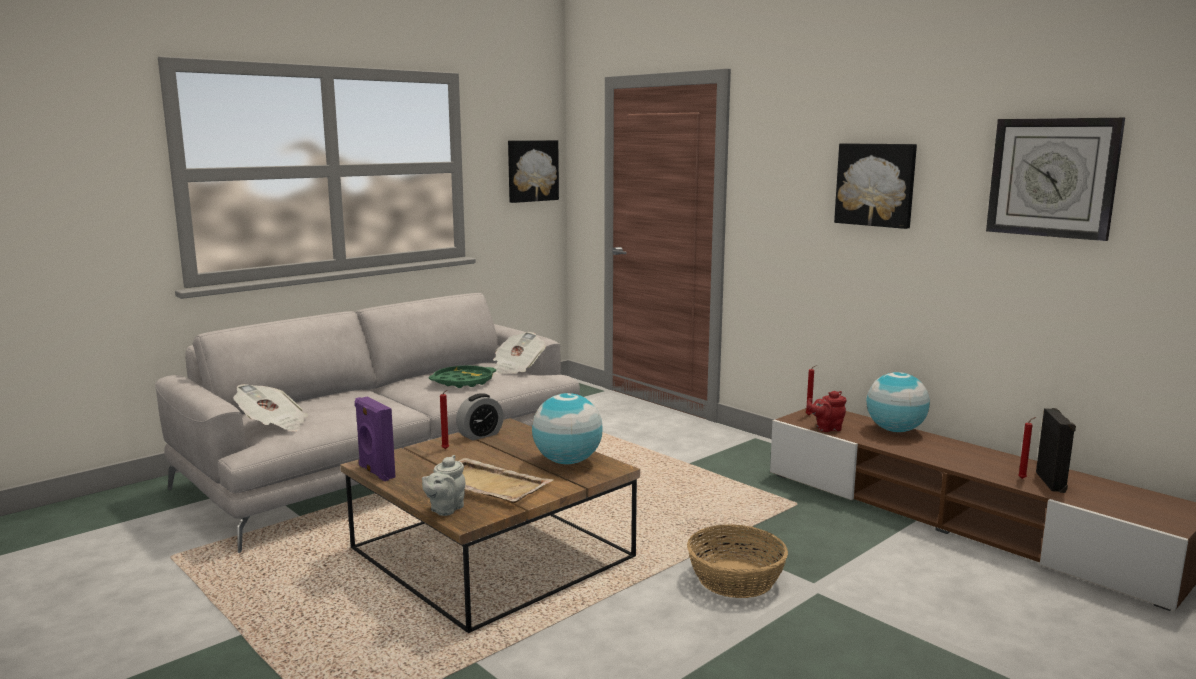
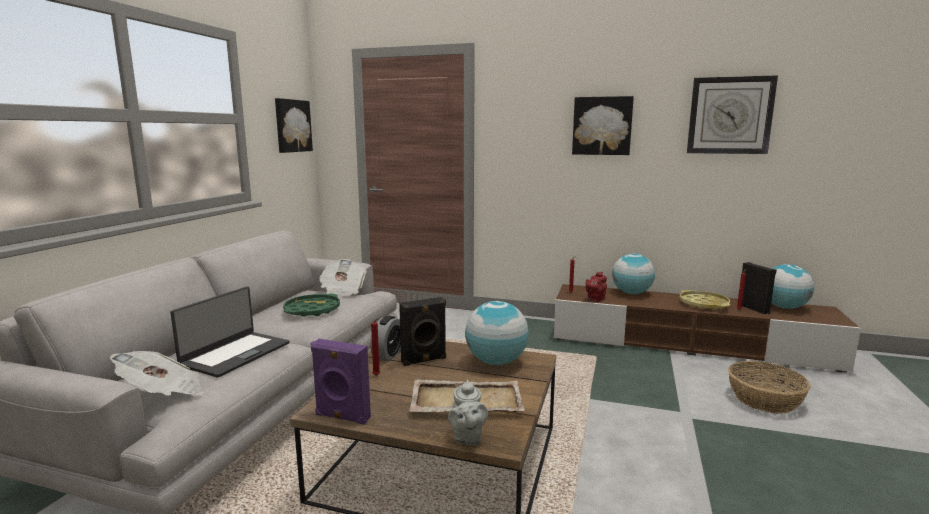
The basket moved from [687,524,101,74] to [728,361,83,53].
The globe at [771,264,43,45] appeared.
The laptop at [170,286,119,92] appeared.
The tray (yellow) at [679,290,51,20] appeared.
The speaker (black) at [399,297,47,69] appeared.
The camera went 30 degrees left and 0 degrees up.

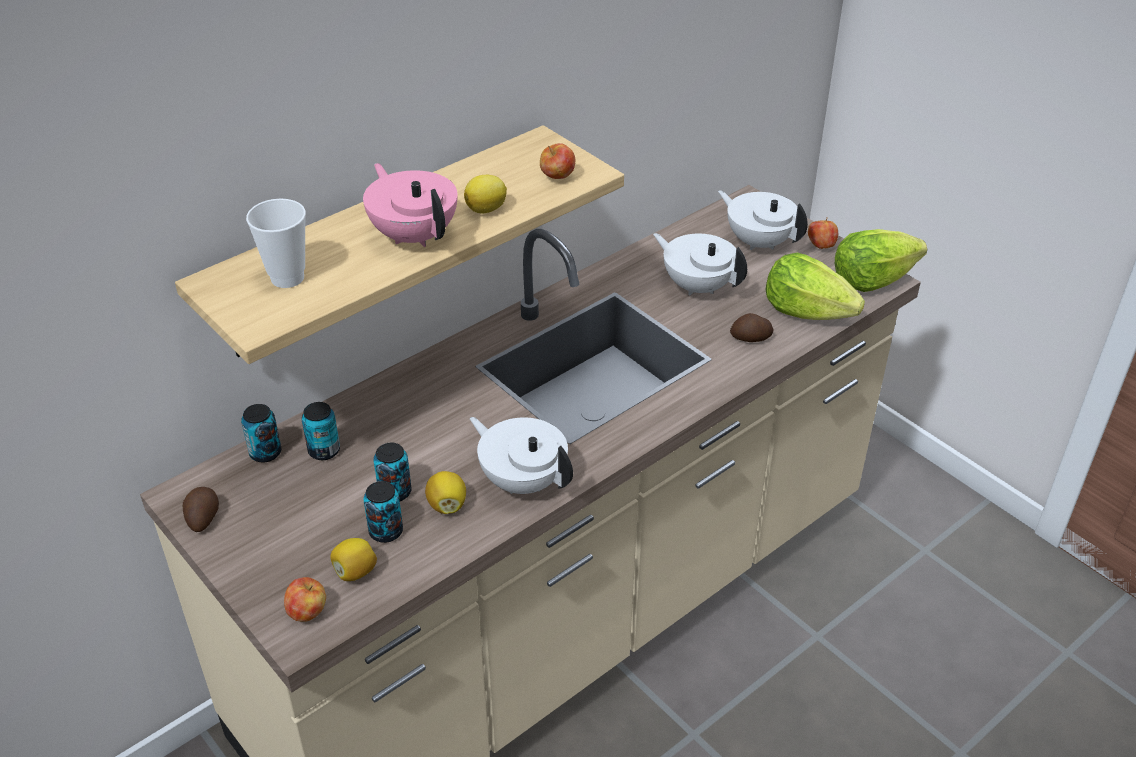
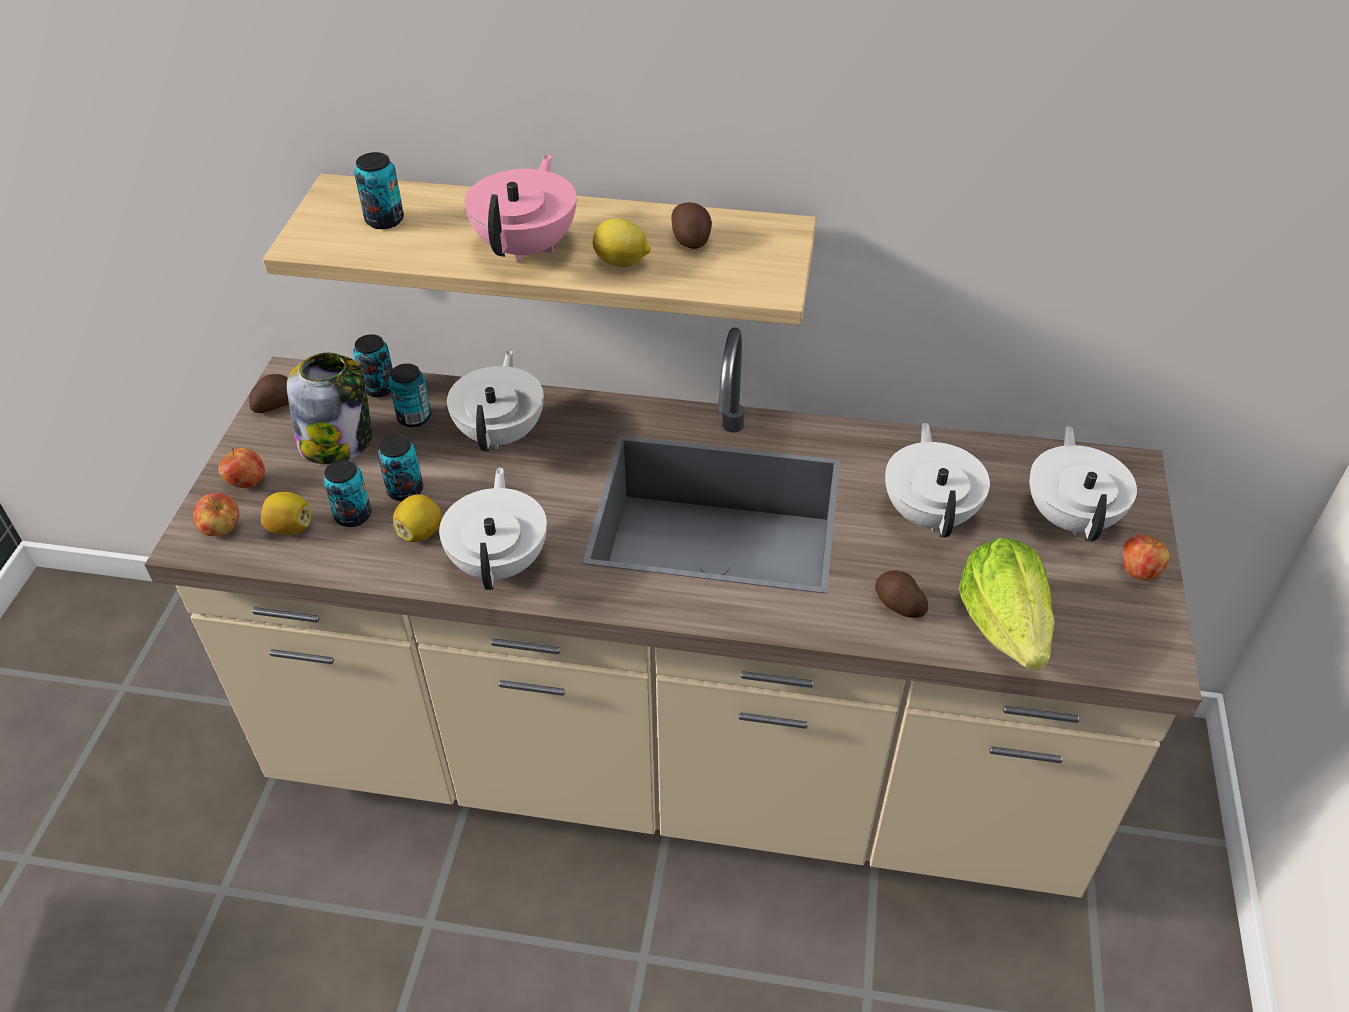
The apple moved from [540,143,35,36] to [219,448,46,40].
The cup at [246,199,60,89] was replaced by the can at [354,152,50,77].
The lettuce at [835,229,92,63] disappeared.
The potato at [672,202,40,47] appeared.
The teapot (white) at [447,349,97,102] appeared.
The jar at [287,353,85,111] appeared.
The camera went 50 degrees right and 5 degrees up.

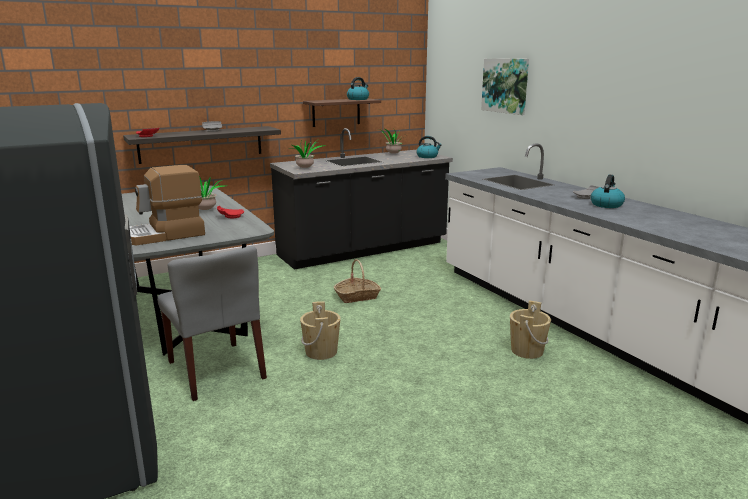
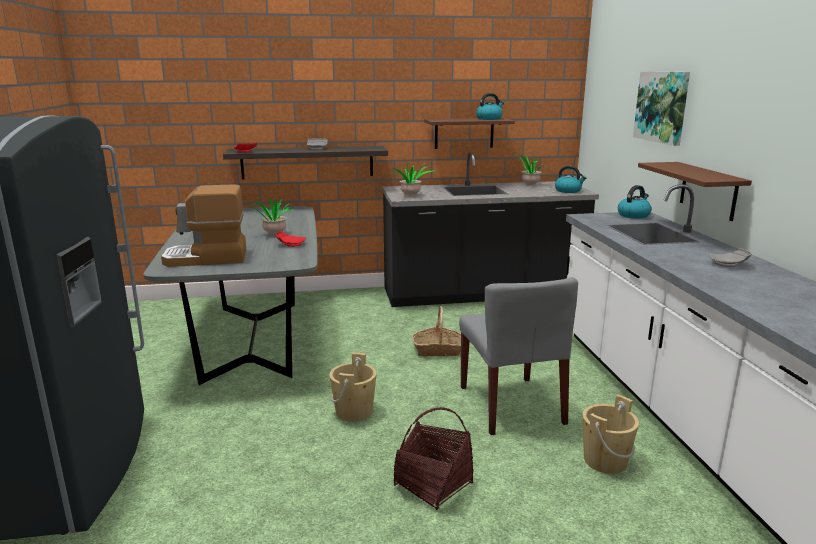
The kettle moved from [591,175,34,33] to [618,185,34,34].
The chair (grey) moved from [157,246,110,155] to [459,277,119,158].
The shelf (brown) at [638,162,114,59] appeared.
The basket at [394,407,80,103] appeared.
The camera went 20 degrees right and 0 degrees up.

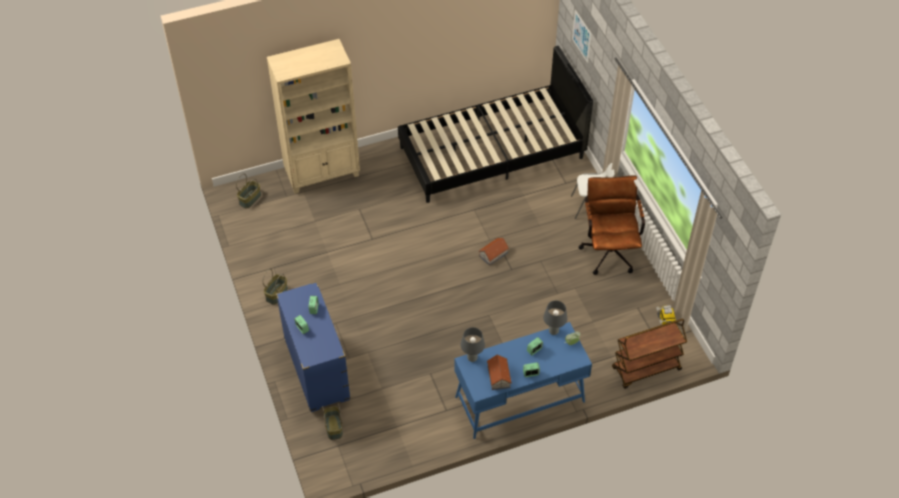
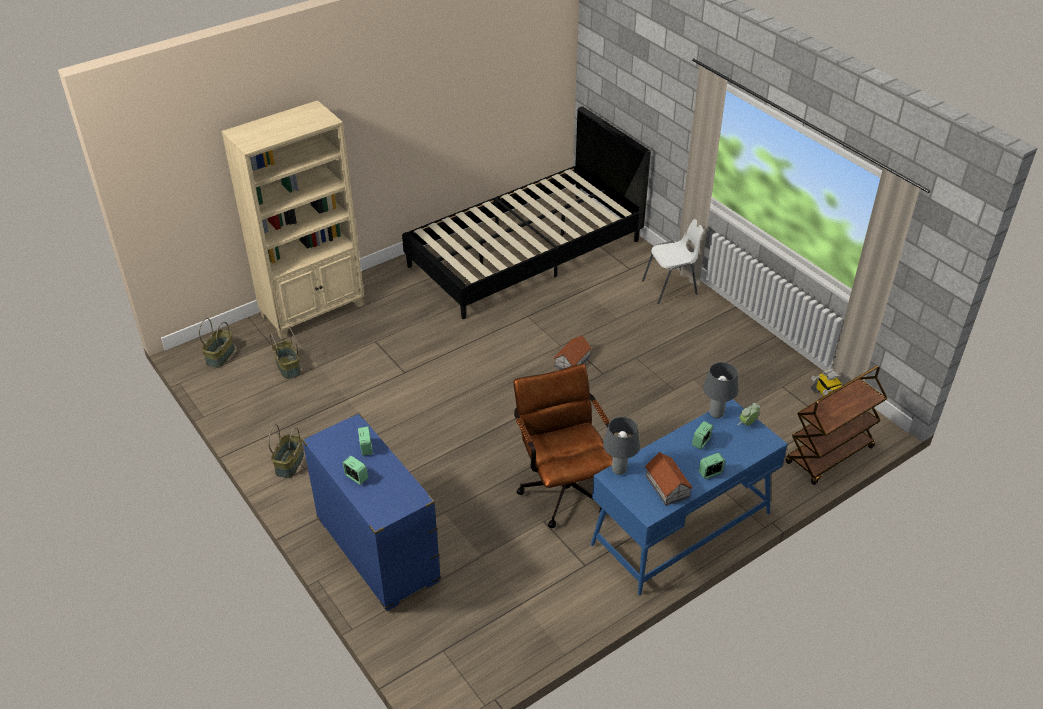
The picture at [572,10,19,53] disappeared.
The office chair (brown) moved from [578,176,67,99] to [513,364,101,164].
The basket moved from [322,403,21,37] to [270,328,31,51].
The camera went 15 degrees left and 10 degrees down.

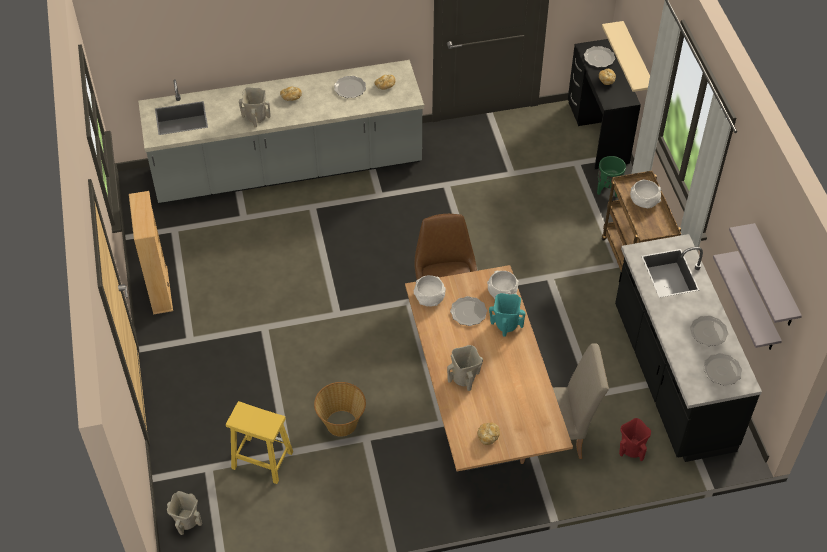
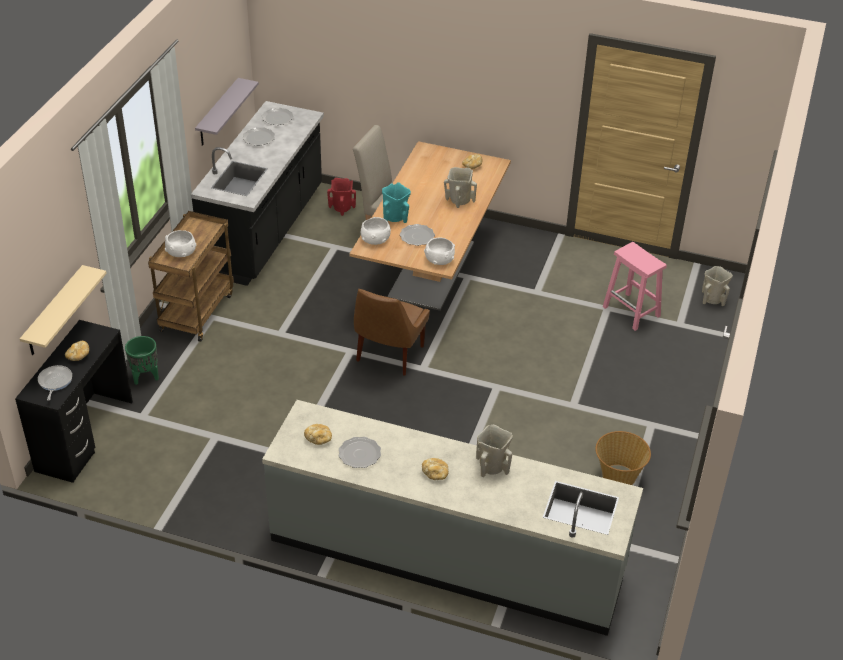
The plate at [584,46,31,21] was replaced by the frying pan at [38,365,34,36].
The bookcase (beige) at [129,191,44,124] disappeared.
The shelf (grey) at [729,223,73,103] disappeared.
The basket moved from [314,382,52,55] to [595,431,56,54].
The stool (yellow) at [226,401,67,83] became the stool (pink) at [603,242,64,89].
The camera went 150 degrees left and 10 degrees down.

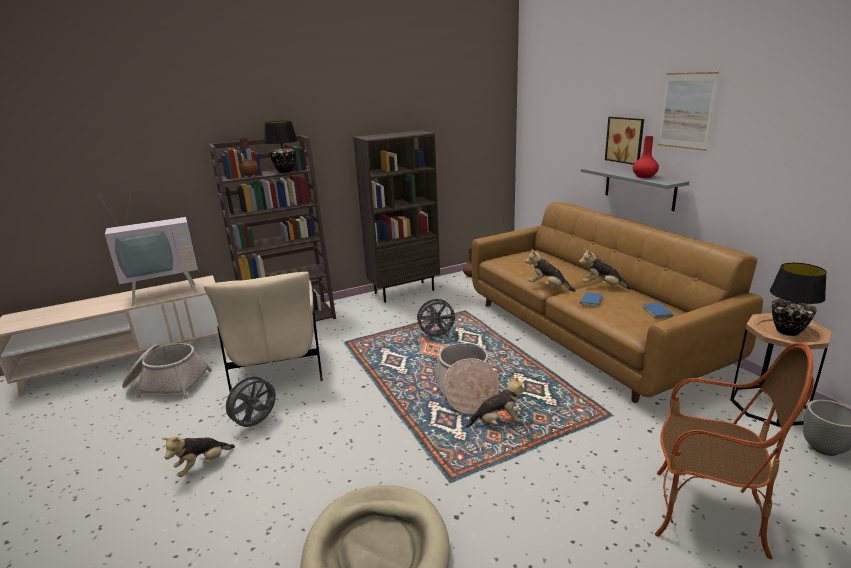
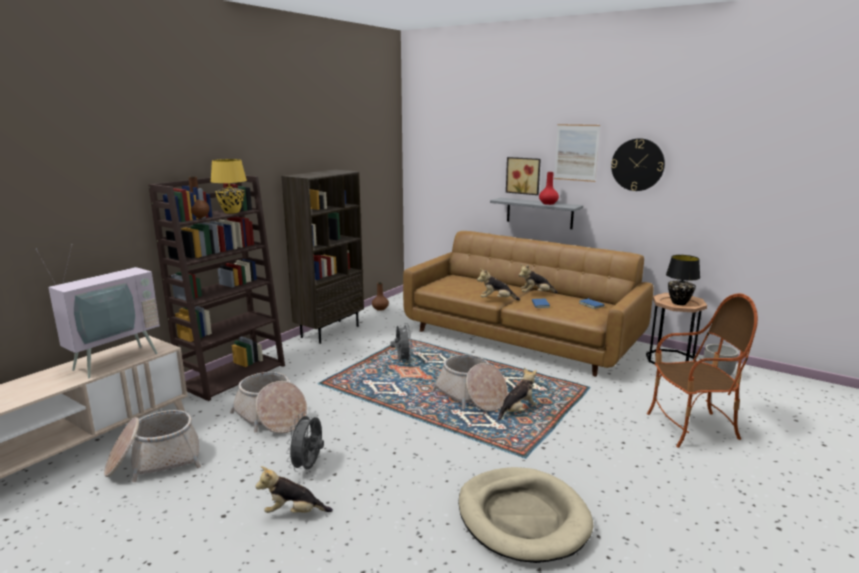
The table lamp (black) at [264,121,34,52] became the table lamp (yellow) at [210,159,37,55].
The armchair (beige) at [203,272,120,120] was replaced by the basket at [230,372,77,62].
The fan (grey) at [416,299,42,40] turned 60 degrees counterclockwise.
The plush toy at [162,437,73,40] turned 75 degrees clockwise.
The wall clock at [611,138,54,53] appeared.
The camera went 30 degrees left and 5 degrees down.

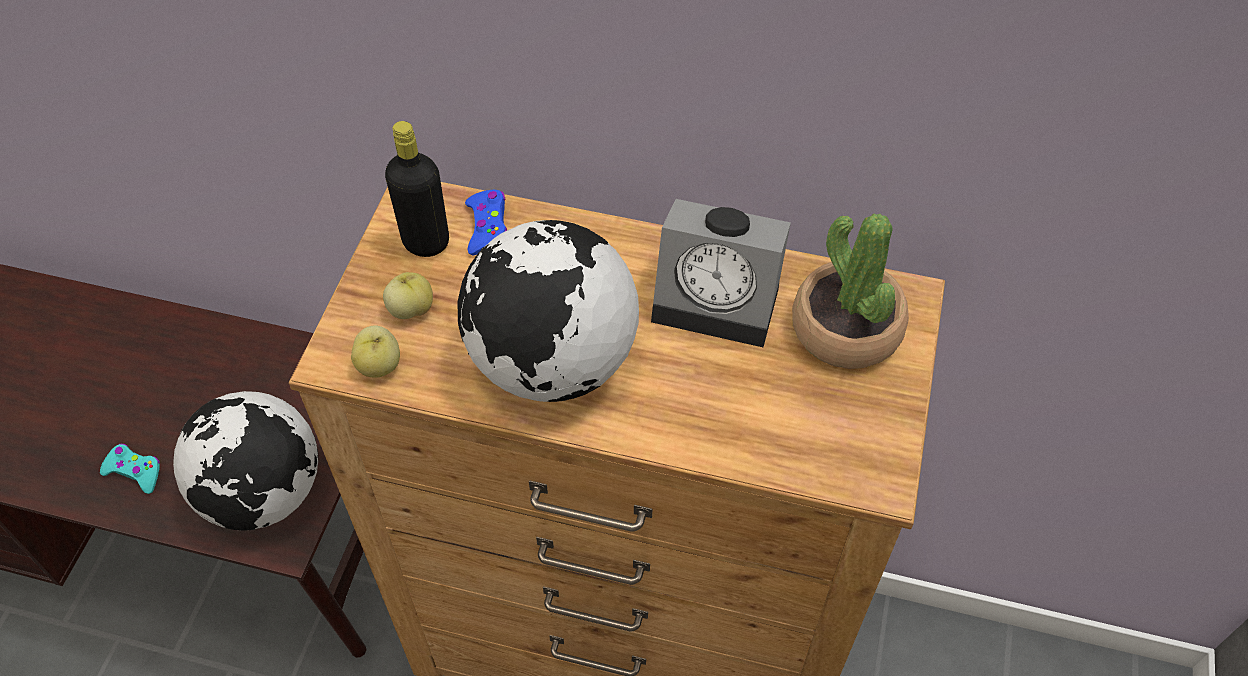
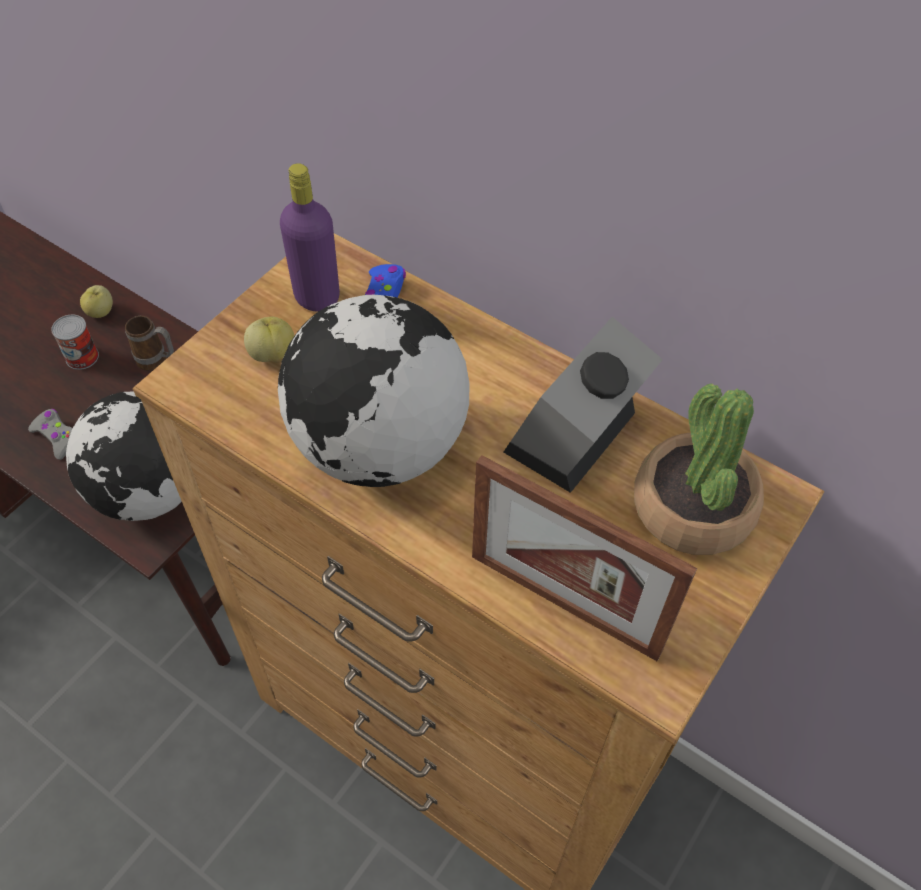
The bottle (black) at [385,121,64,136] became the bottle (purple) at [280,163,60,149].
The alarm clock at [651,199,140,148] turned 90 degrees clockwise.
The apple moved from [351,325,49,53] to [80,285,33,33].
The game controller (turquoise) at [100,444,60,50] became the game controller (grey) at [28,409,44,51].
The can at [51,314,48,56] appeared.
The mug at [125,316,49,55] appeared.
The picture frame at [472,455,225,206] appeared.
The camera went 20 degrees right and 0 degrees up.

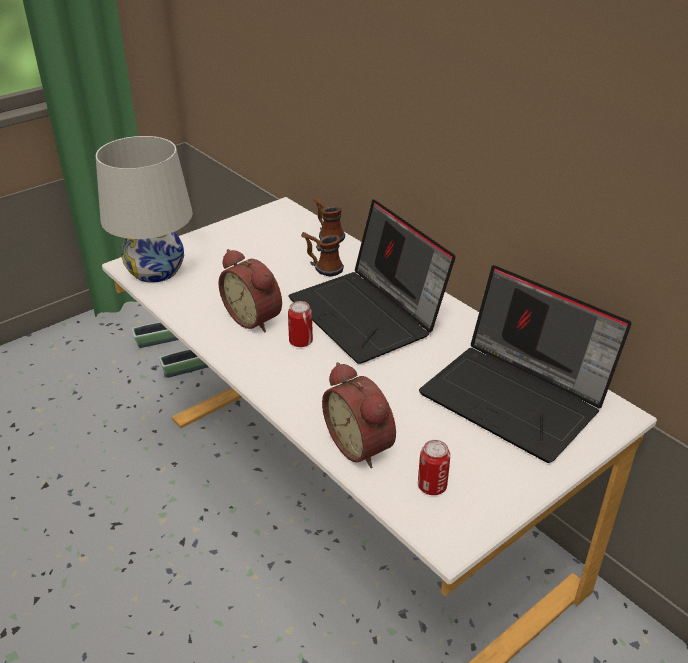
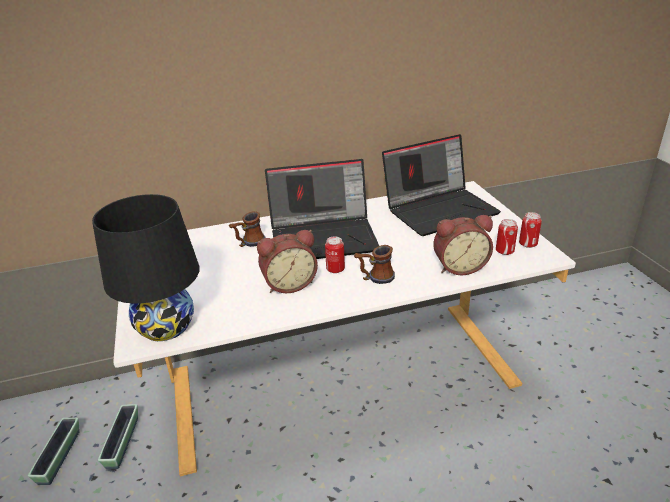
The table lamp (white) at [96,136,97,147] became the table lamp (black) at [92,194,108,147].
The mug moved from [314,198,31,45] to [354,245,41,39].
The can at [519,212,23,36] appeared.
The camera went 65 degrees left and 5 degrees down.

